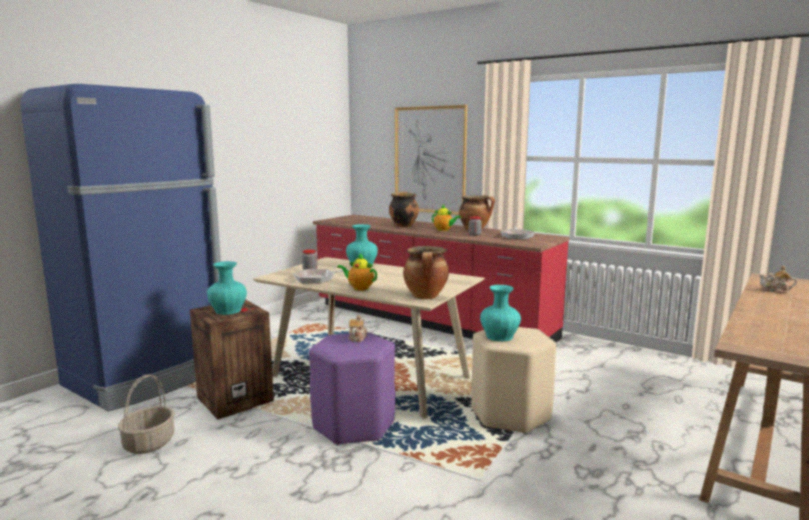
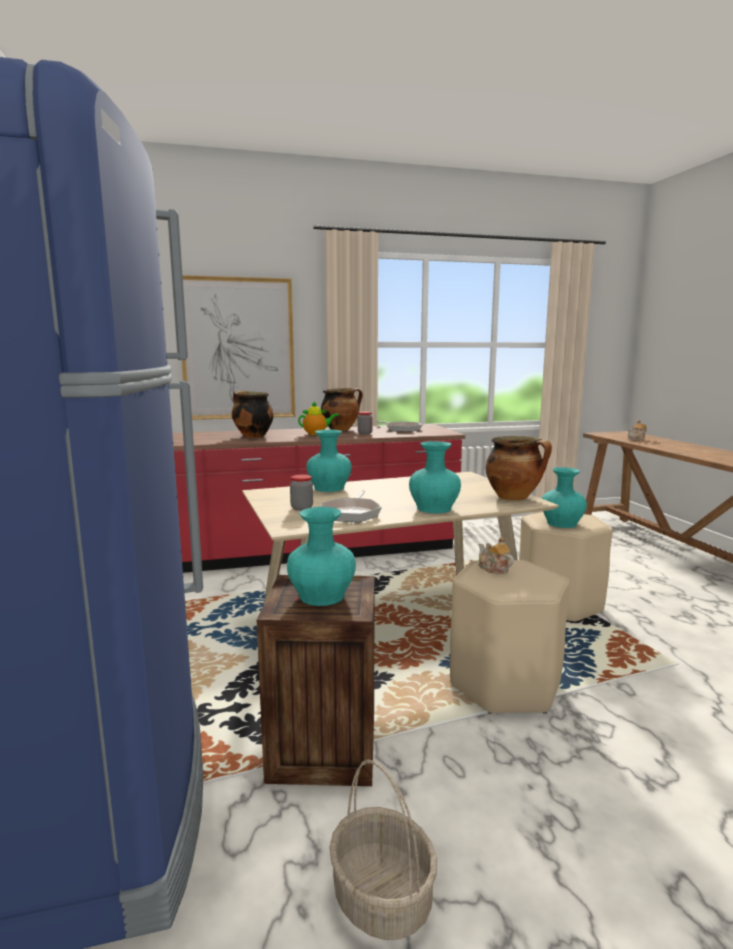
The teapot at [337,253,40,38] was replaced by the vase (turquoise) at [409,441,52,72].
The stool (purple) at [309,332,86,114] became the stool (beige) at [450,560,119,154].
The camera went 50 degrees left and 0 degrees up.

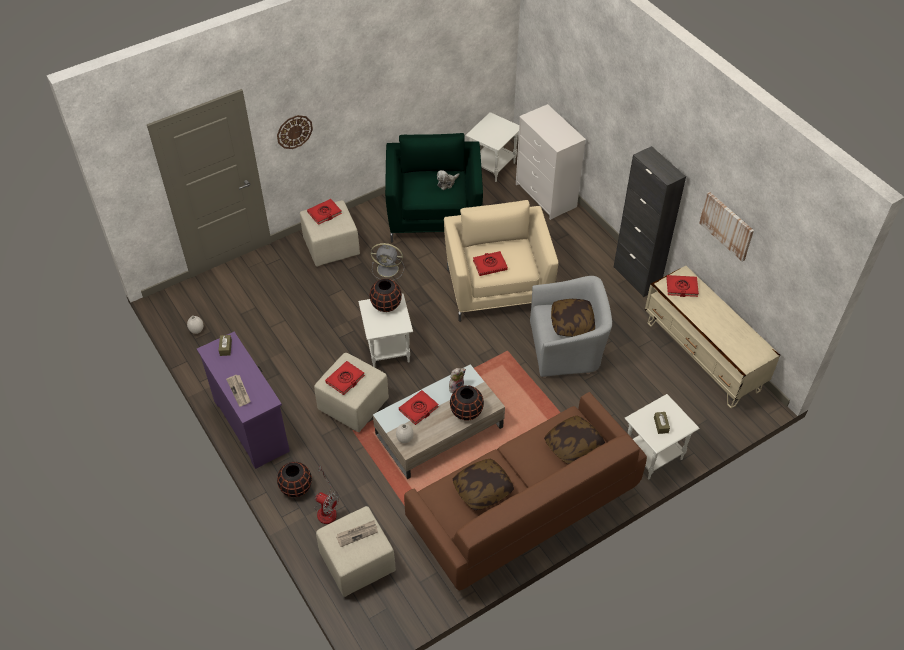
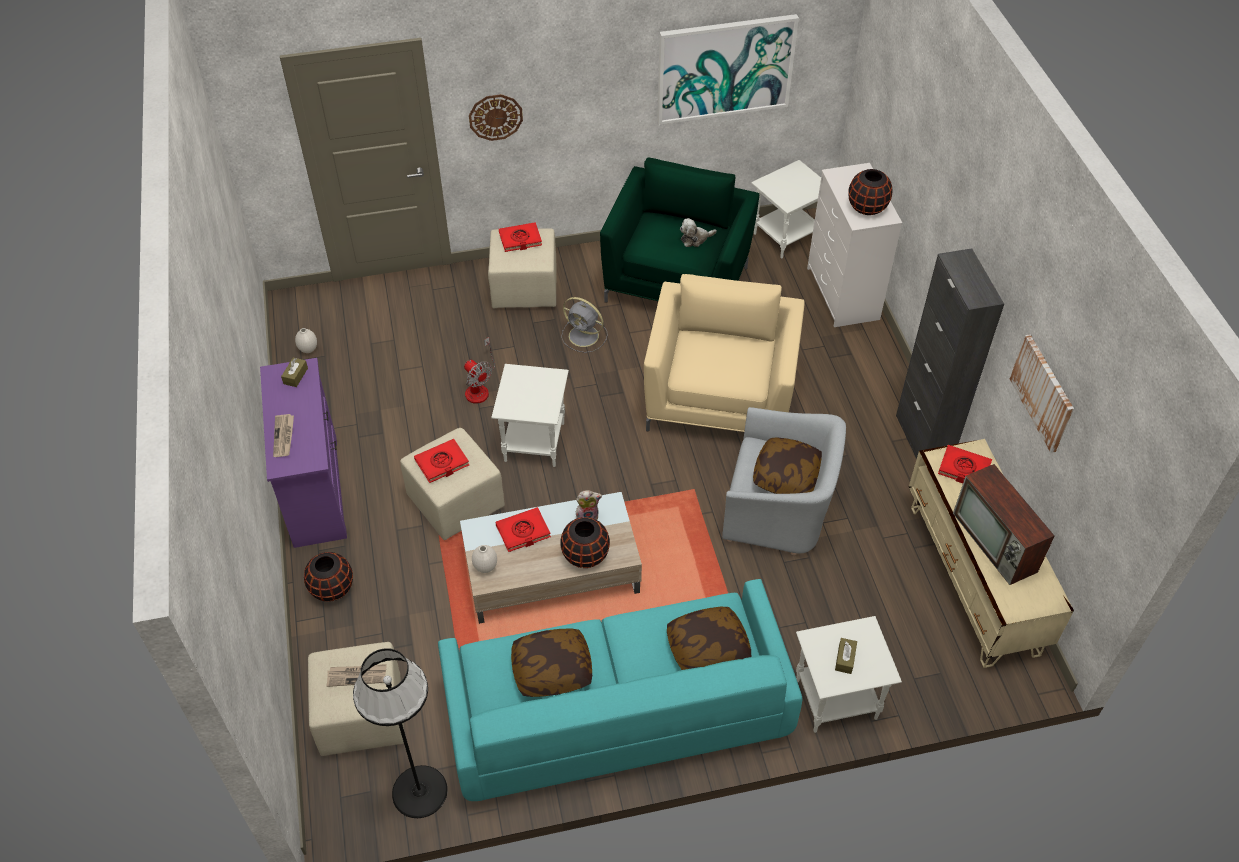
The book (red) at [473,251,35,25] disappeared.
The vase (black) moved from [370,279,32,33] to [848,169,44,46].
The sofa (brown) at [404,392,243,198] became the sofa (turquoise) at [438,579,364,222].
The fan moved from [314,465,25,59] to [464,337,31,67].
The picture at [657,14,142,111] appeared.
The television at [953,464,101,121] appeared.
The floor lamp (black) at [353,648,95,170] appeared.
The camera went 20 degrees right and 0 degrees up.

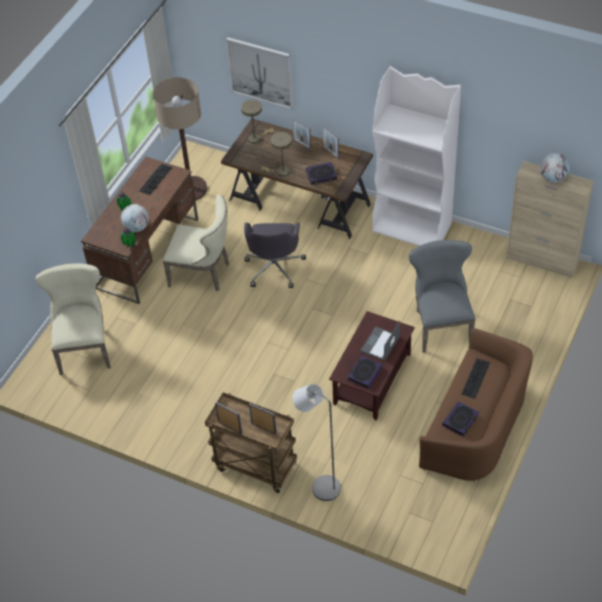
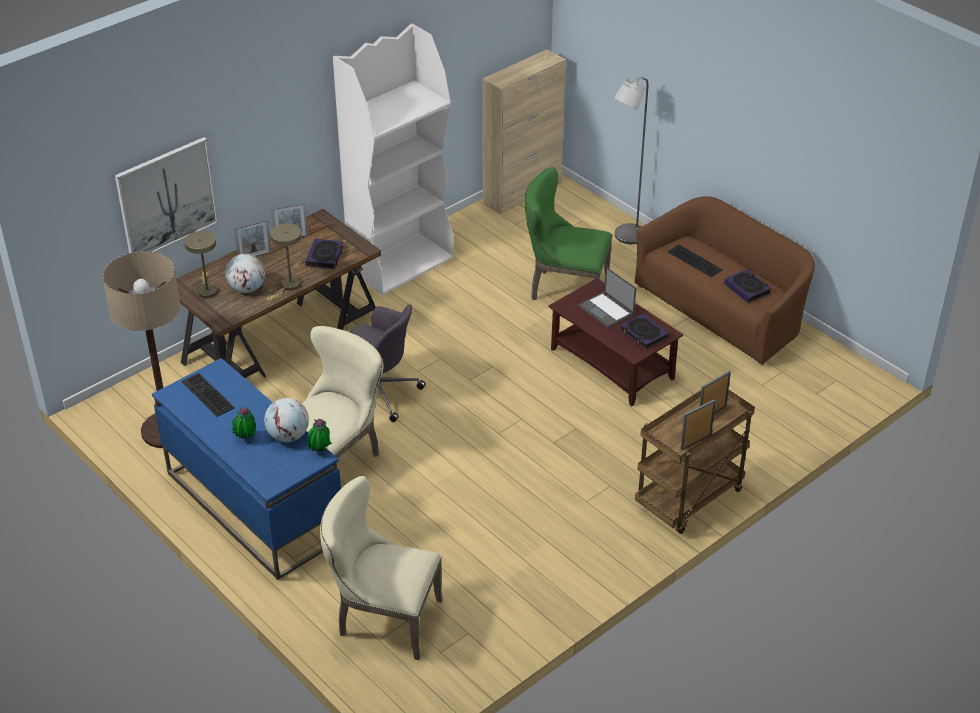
The globe moved from [540,153,30,30] to [226,254,39,39].
The desk (brown) at [81,157,117,147] became the desk (blue) at [152,358,189,222].
The chair (grey) at [409,240,66,113] became the chair (green) at [525,167,87,133].
The floor lamp (grey) moved from [293,384,48,117] to [614,77,34,167].
The camera went 70 degrees left and 10 degrees down.

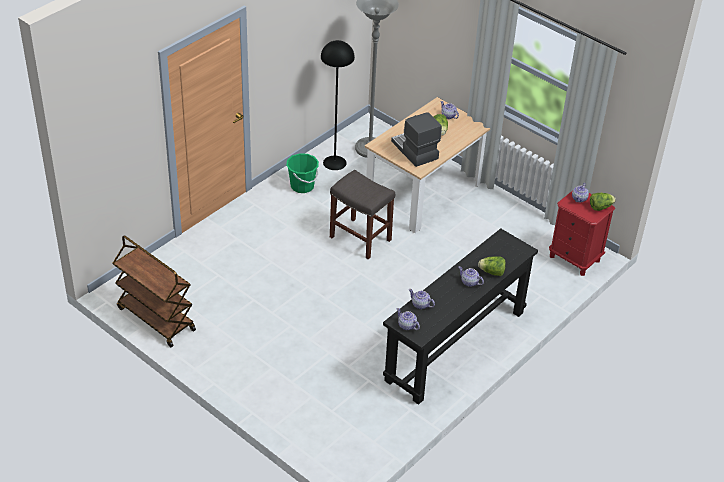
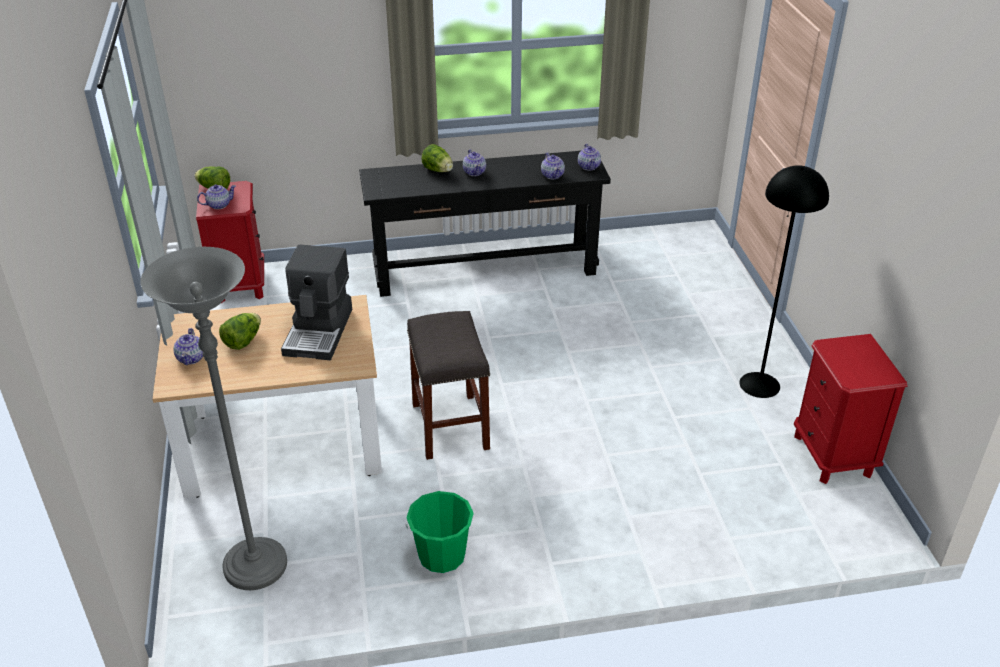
The floor lamp (black) moved from [321,40,34,130] to [739,165,90,233].
The cart (brown) at [113,235,83,112] was replaced by the nightstand (red) at [794,334,113,150].
The camera went 140 degrees left and 5 degrees down.

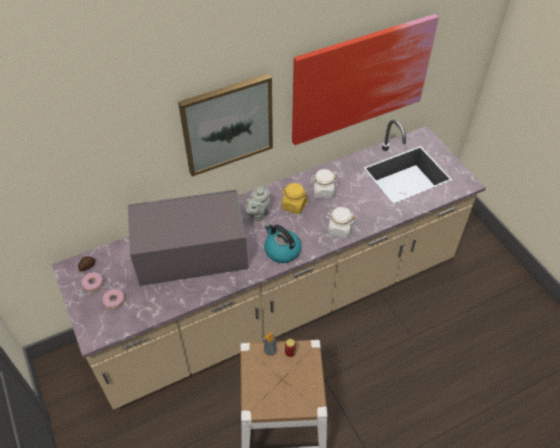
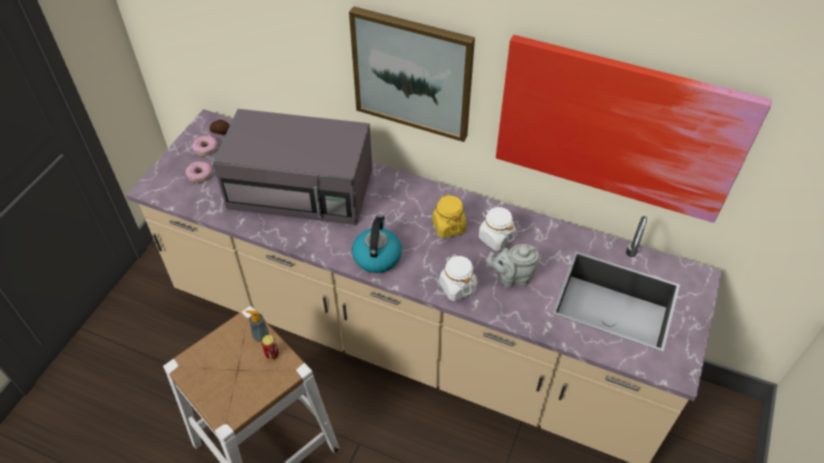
The teapot (grey) moved from [244,186,27,35] to [487,244,52,43].
The microwave (grey) at [128,190,120,96] turned 150 degrees clockwise.
The camera went 50 degrees right and 0 degrees up.

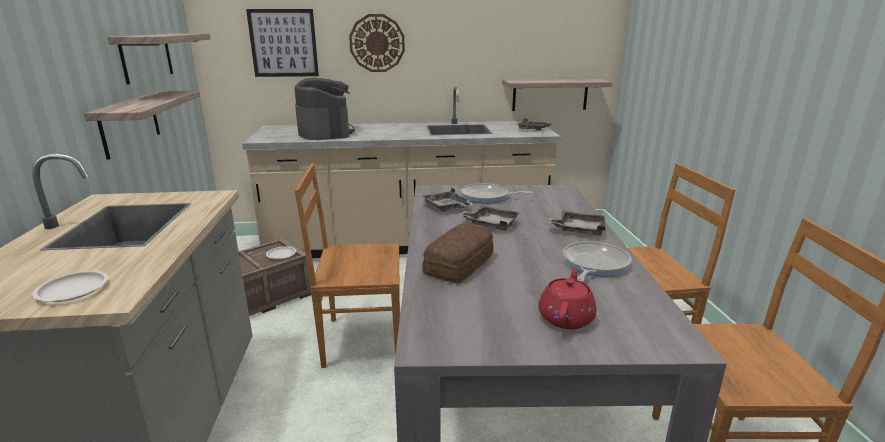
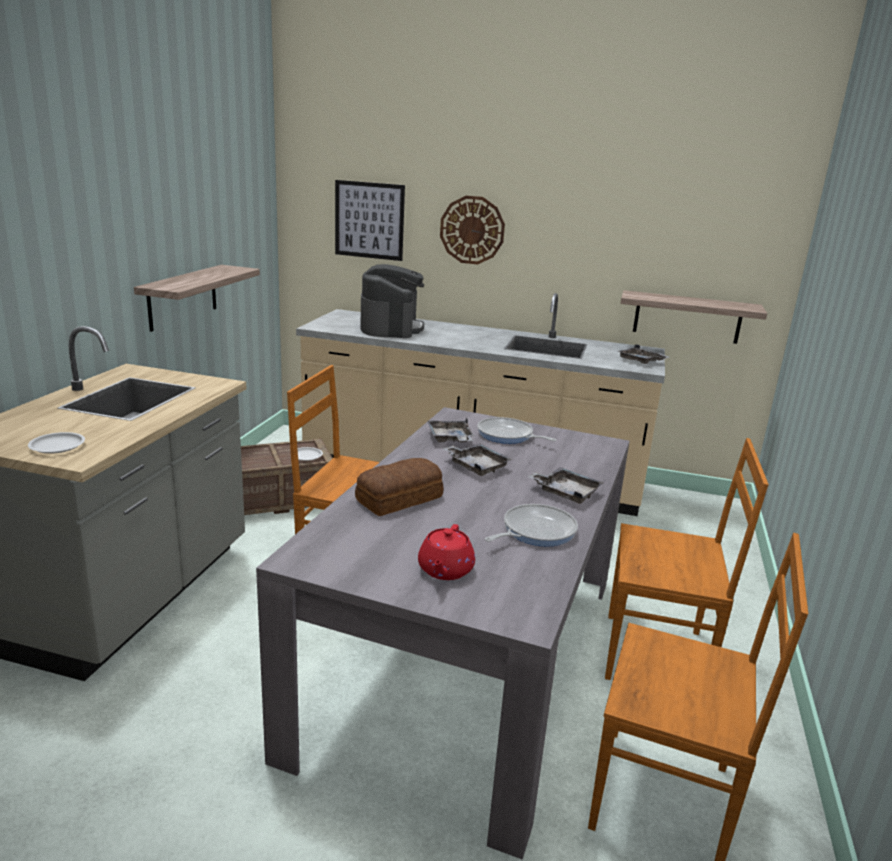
The shelf at [107,33,104,52] disappeared.
The teapot (red) at [538,267,59,62] turned 150 degrees clockwise.
The camera went 20 degrees right and 0 degrees up.

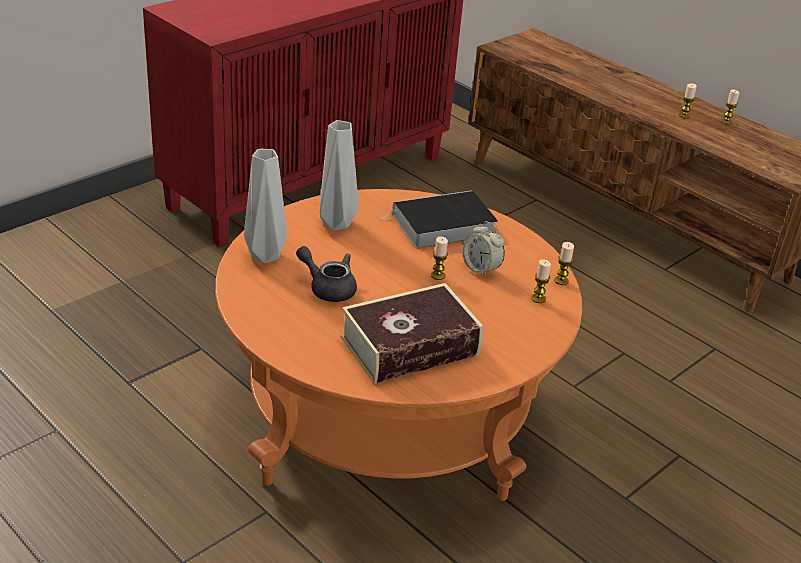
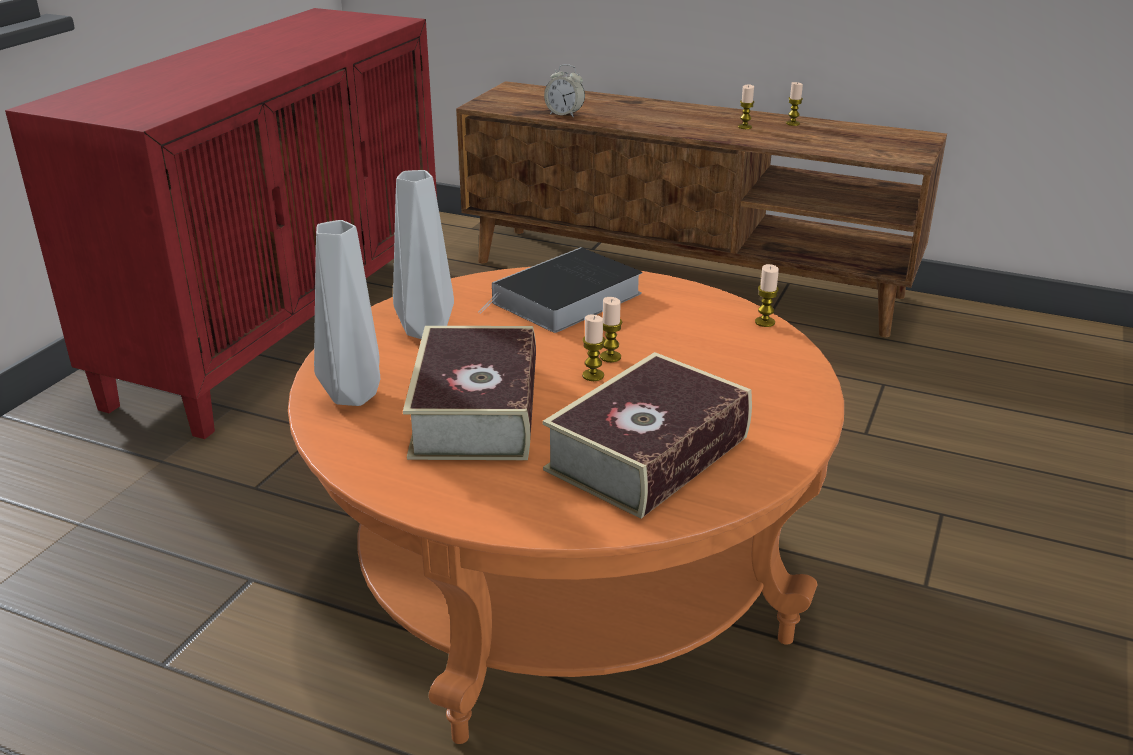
The alarm clock moved from [462,221,43,57] to [544,64,41,54].
The teapot (grey) at [296,246,61,56] was replaced by the book at [403,326,133,134].
The candle moved from [531,259,20,44] to [582,315,23,66].
The camera went 20 degrees left and 5 degrees down.

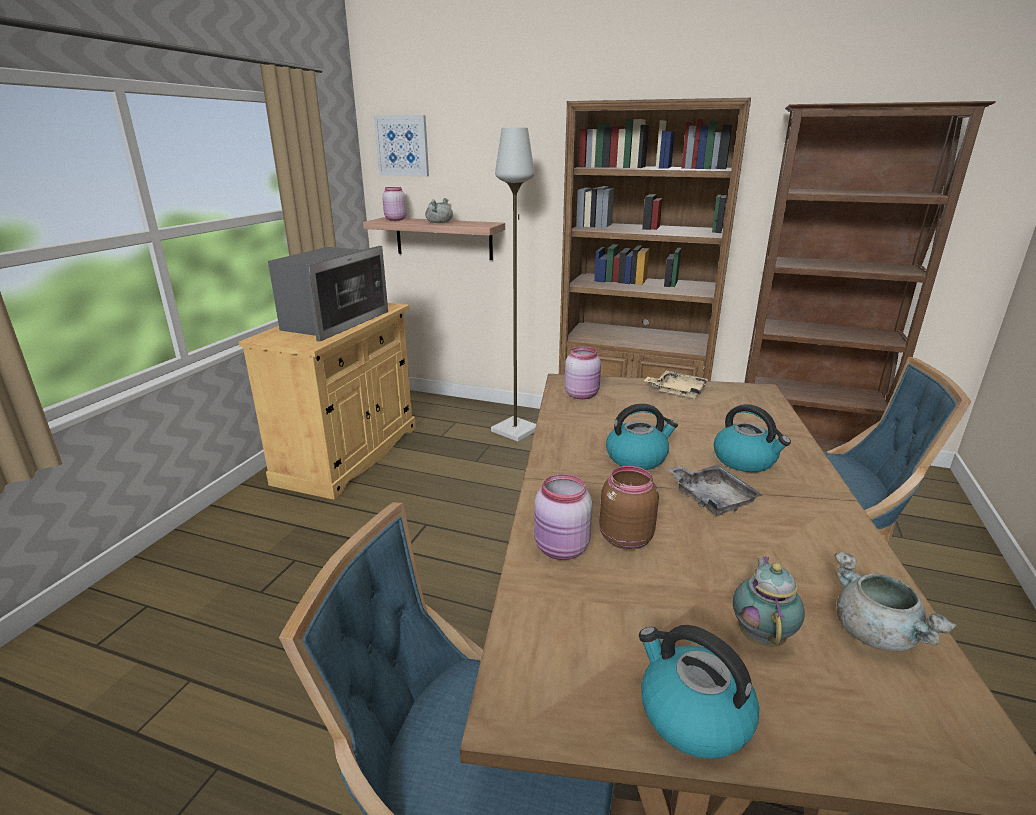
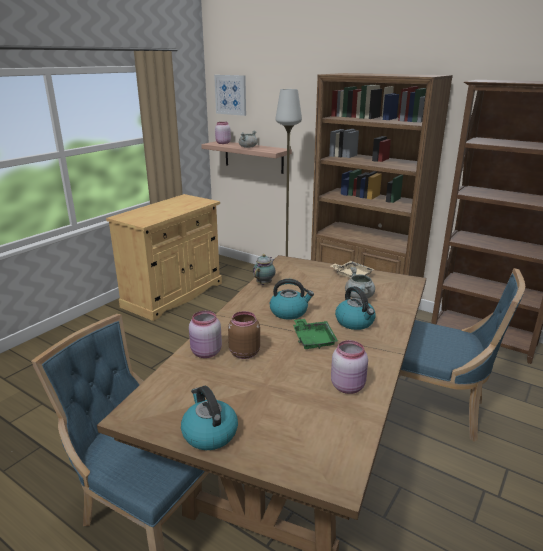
The microwave at [268,246,120,96] disappeared.
The jar (pink) moved from [564,346,37,53] to [331,340,37,54].
The tray (grey) at [667,464,96,52] became the tray (green) at [293,319,45,30].
The cooking pot (grey) moved from [834,552,122,100] to [345,267,30,32].
The teapot moved from [733,556,72,91] to [253,254,23,31].
The camera went 15 degrees right and 0 degrees up.

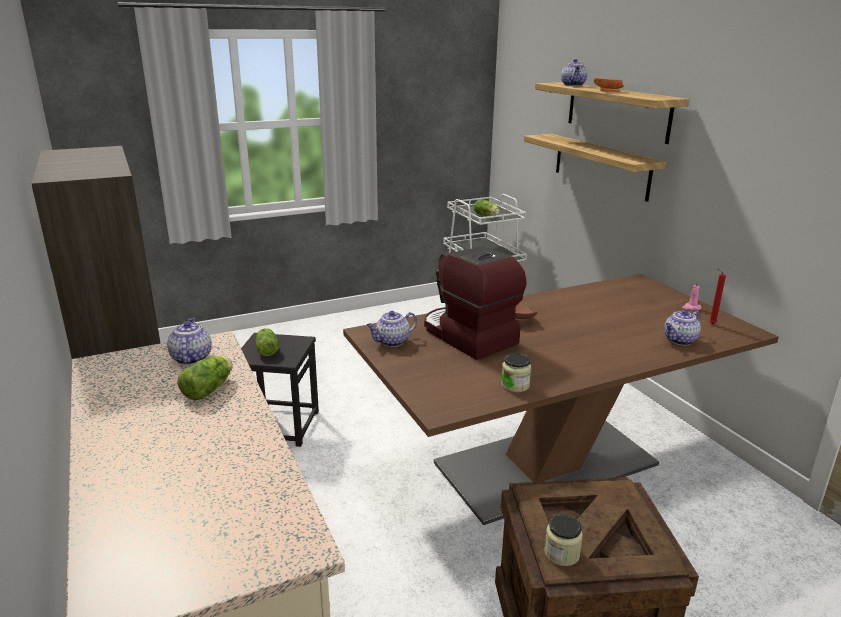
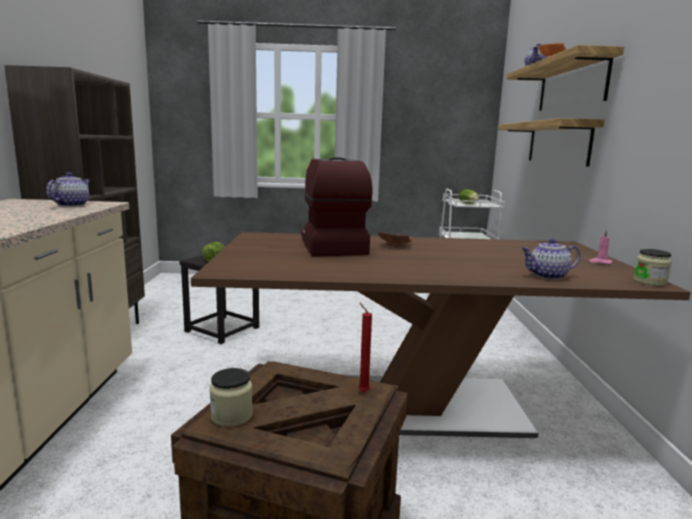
The candle (red) moved from [709,269,17,55] to [359,303,13,89].
The teapot at [367,311,50,36] disappeared.
The jar moved from [501,353,30,39] to [633,249,39,37].
The lettuce at [177,356,55,44] disappeared.
The camera went 25 degrees right and 10 degrees down.

